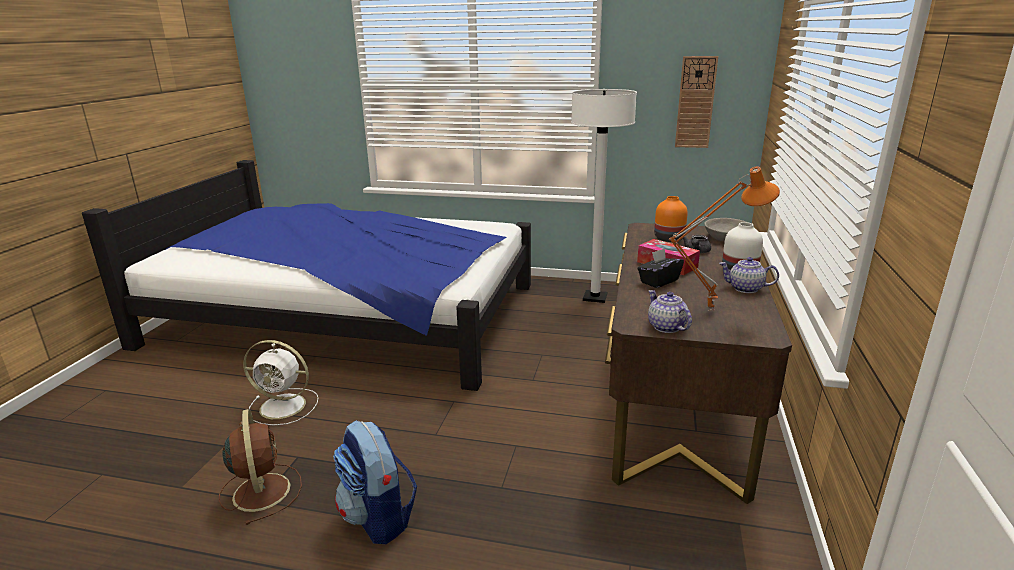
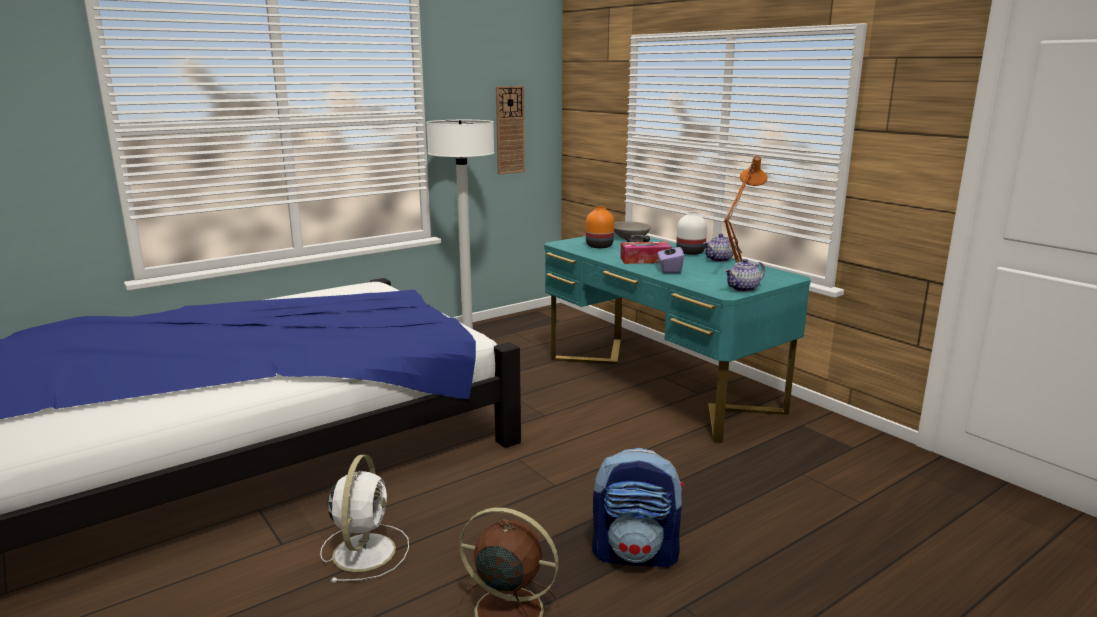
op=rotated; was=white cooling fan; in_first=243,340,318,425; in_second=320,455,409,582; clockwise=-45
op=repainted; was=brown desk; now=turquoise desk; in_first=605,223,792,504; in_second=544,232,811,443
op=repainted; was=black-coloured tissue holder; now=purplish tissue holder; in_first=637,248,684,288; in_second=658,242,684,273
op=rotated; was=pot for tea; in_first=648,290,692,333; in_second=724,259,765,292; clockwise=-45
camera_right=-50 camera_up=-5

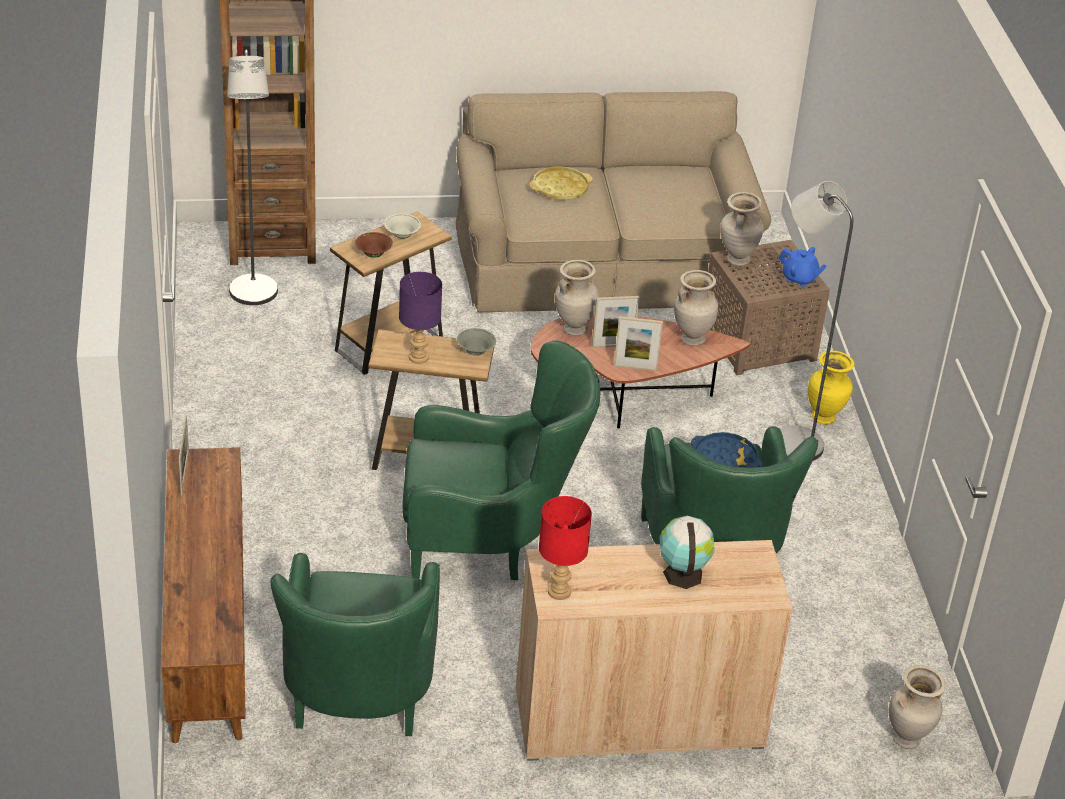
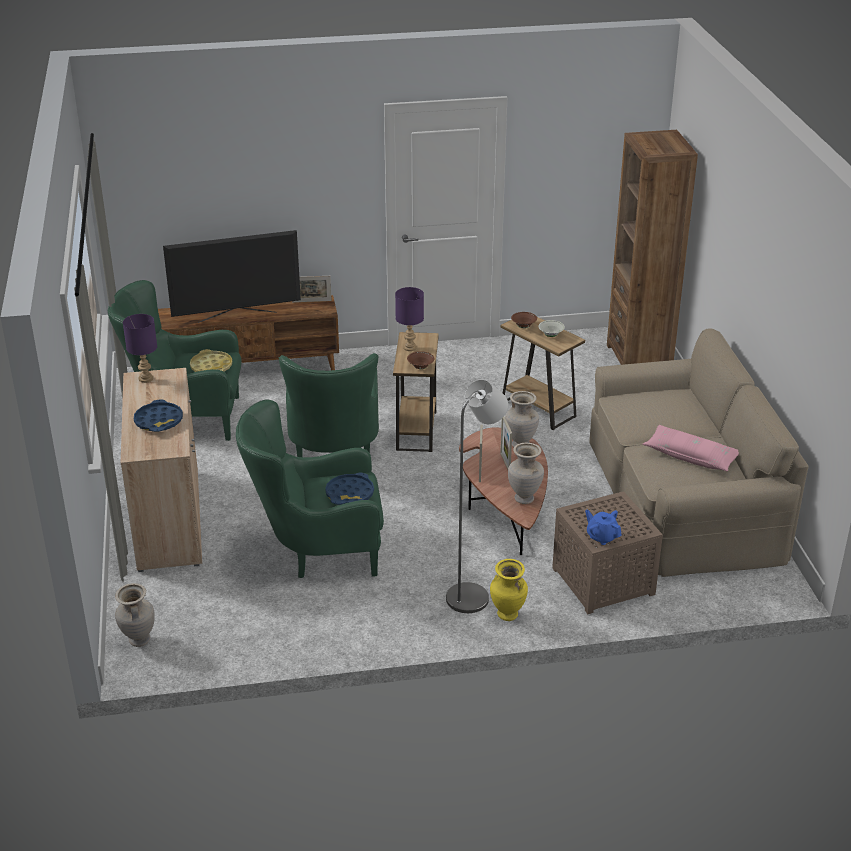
op=gone; was=gray standard lamp; in_first=227,50,278,305
op=repainted; was=gray bowl; now=brown bowl; in_first=457,328,496,356; in_second=407,351,434,369
op=shifted; was=yellow serving tray; in_first=529,166,593,200; in_second=190,349,232,372
op=repainted; was=red lamp for a table; now=purplish lamp for a table; in_first=539,496,592,600; in_second=123,314,157,383
op=swapped; was=world globe; now=blue-coloured serving tray; in_first=659,516,715,589; in_second=134,400,183,432
op=gone; was=sand-coloured flower vase; in_first=720,192,764,266
op=rotated; was=blue-coloured pot for tea; in_first=779,247,827,287; in_second=585,510,622,545; clockwise=105
op=new; now=television; in_second=163,230,301,323
op=new; now=pinkish cushion; in_second=642,425,739,471
camera_right=90 camera_up=-5

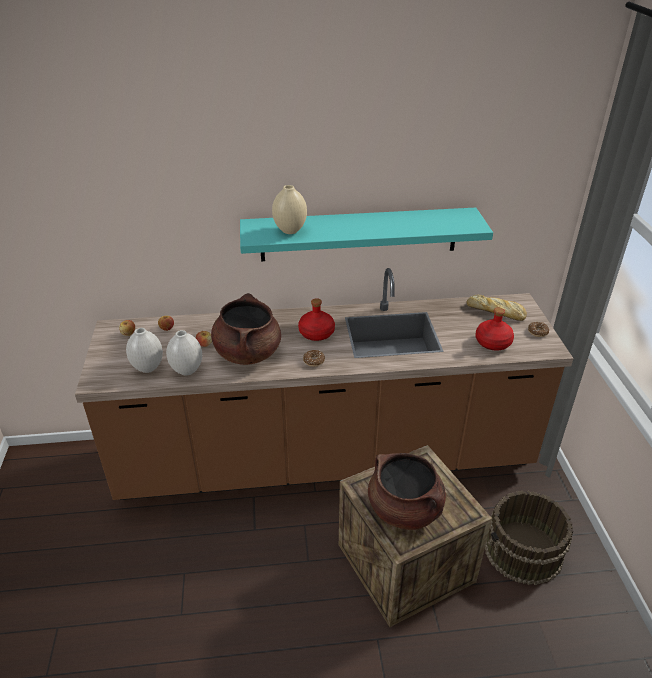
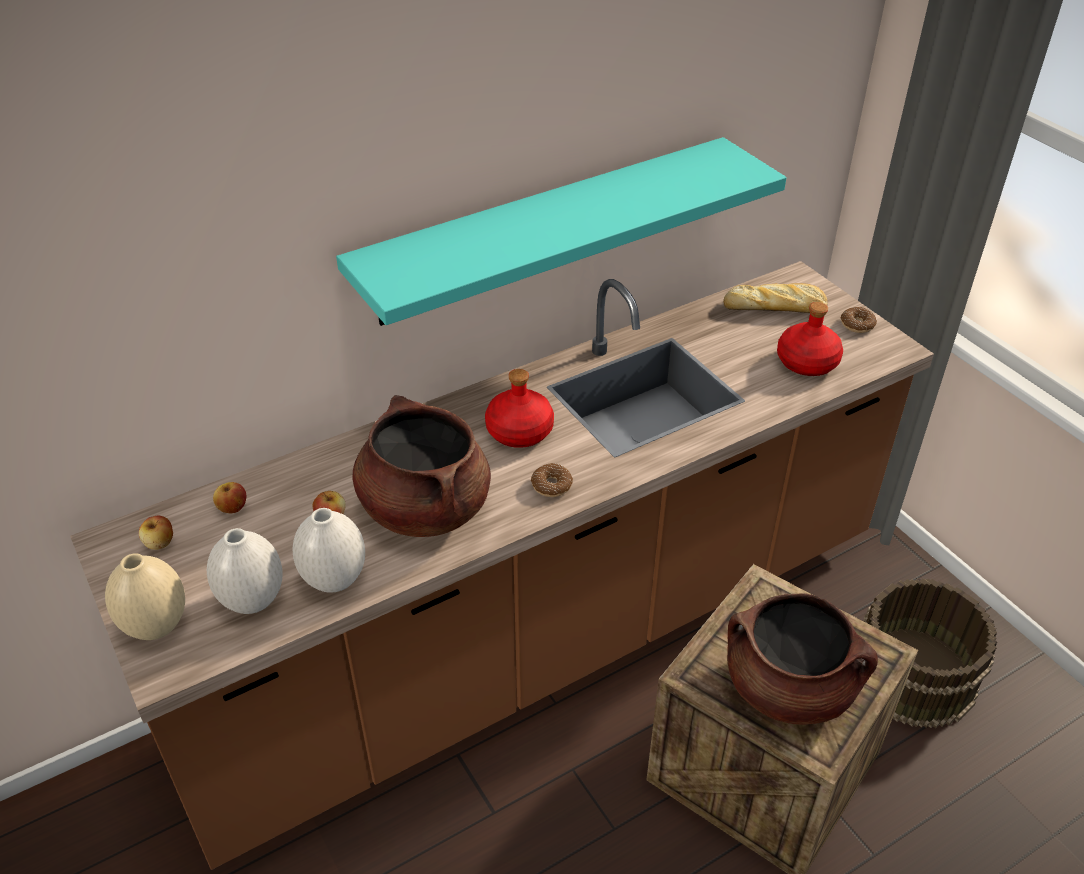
op=shifted; was=sand-coloured flower vase; in_first=272,185,307,234; in_second=105,553,185,640
camera_right=-25 camera_up=5

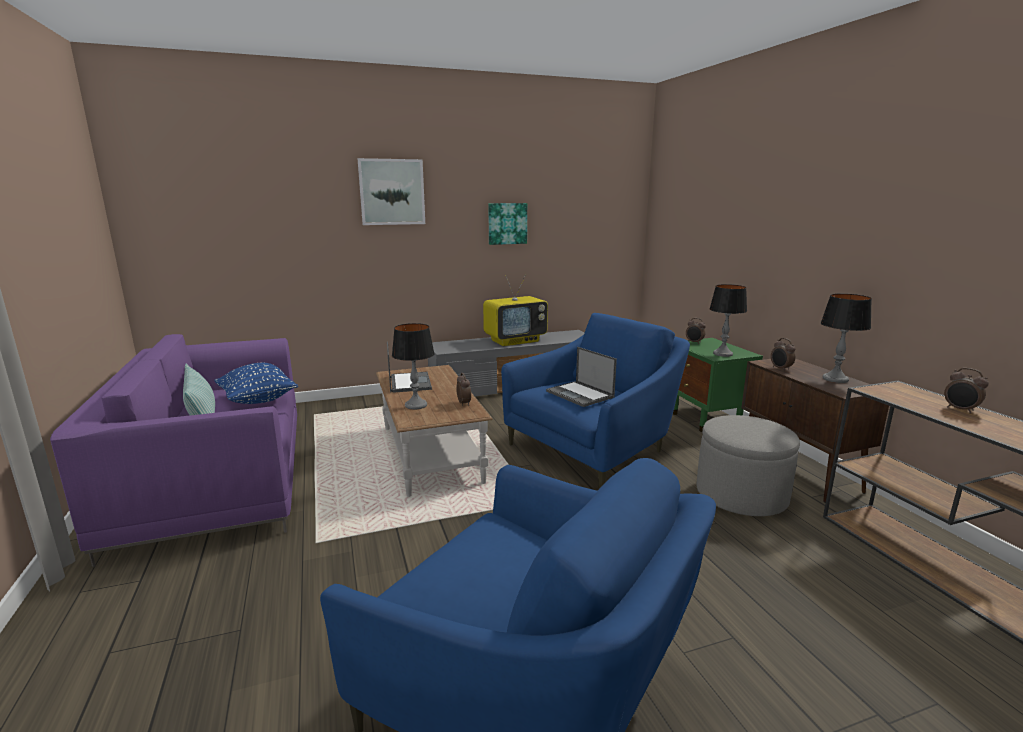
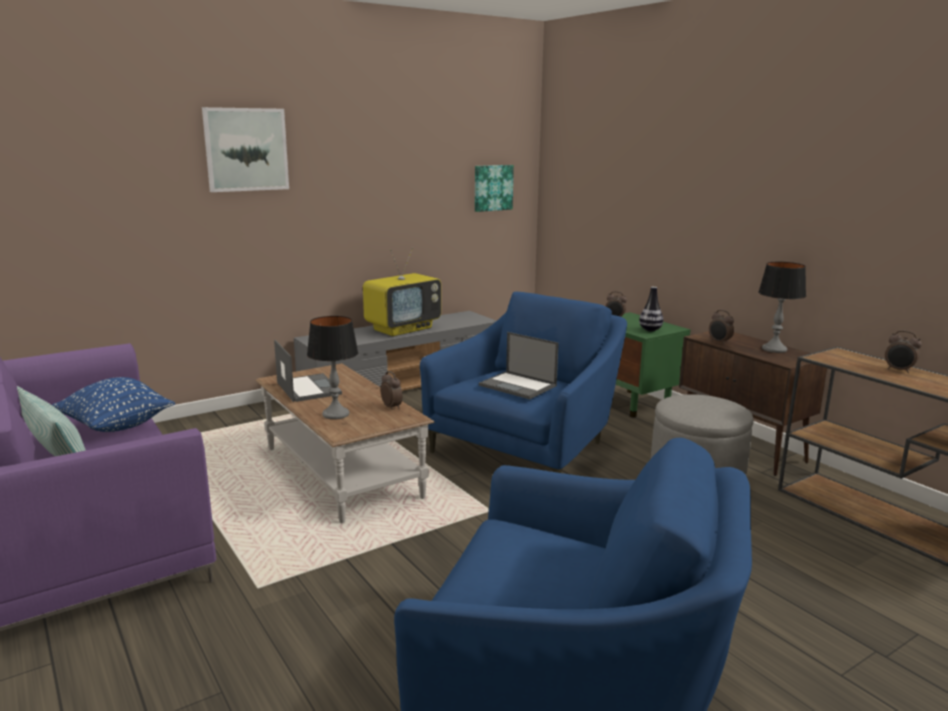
op=shifted; was=wall art; in_first=488,203,527,245; in_second=475,165,514,212
op=swapped; was=lamp for a table; now=flower vase; in_first=709,284,747,357; in_second=639,287,664,332
camera_right=-15 camera_up=0

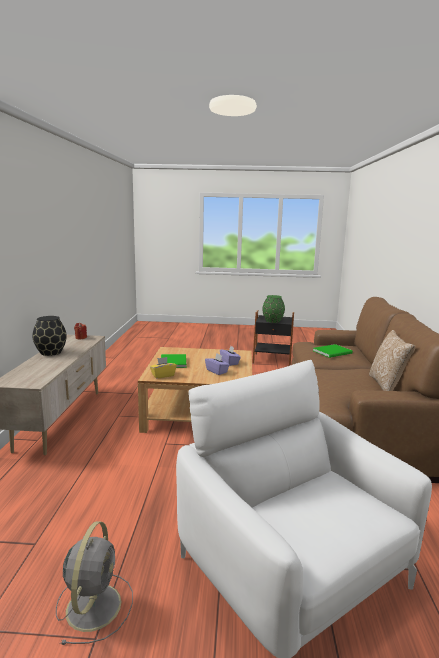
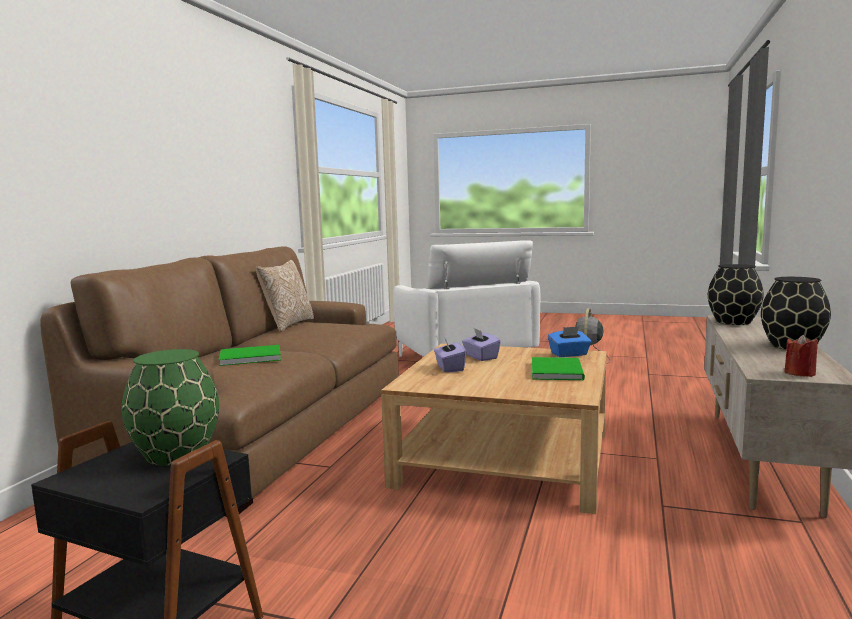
op=repainted; was=yellow tissue holder; now=blue-coloured tissue holder; in_first=150,357,177,379; in_second=548,327,591,357
op=new; now=black-coloured flower vase; in_second=708,264,764,325
camera_right=-165 camera_up=-5

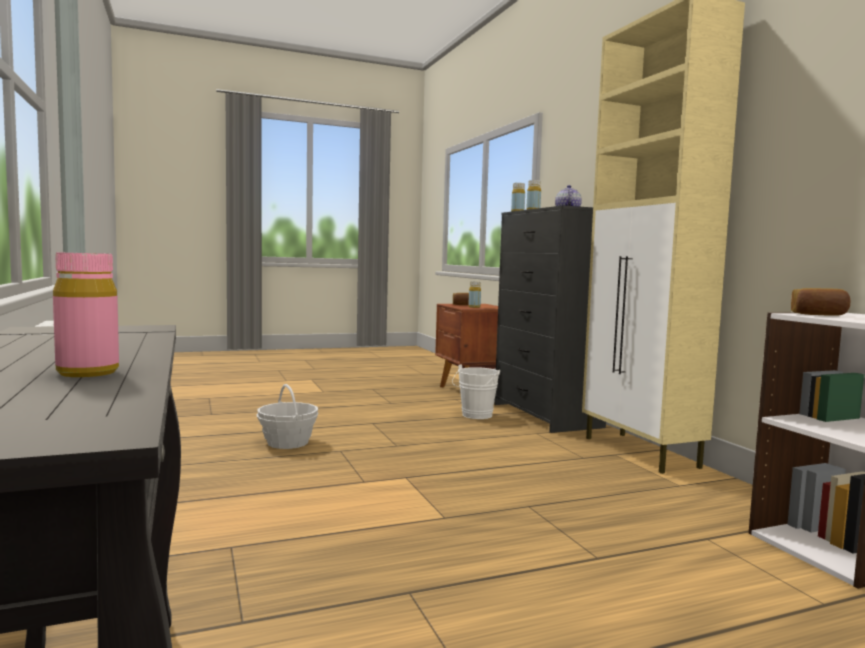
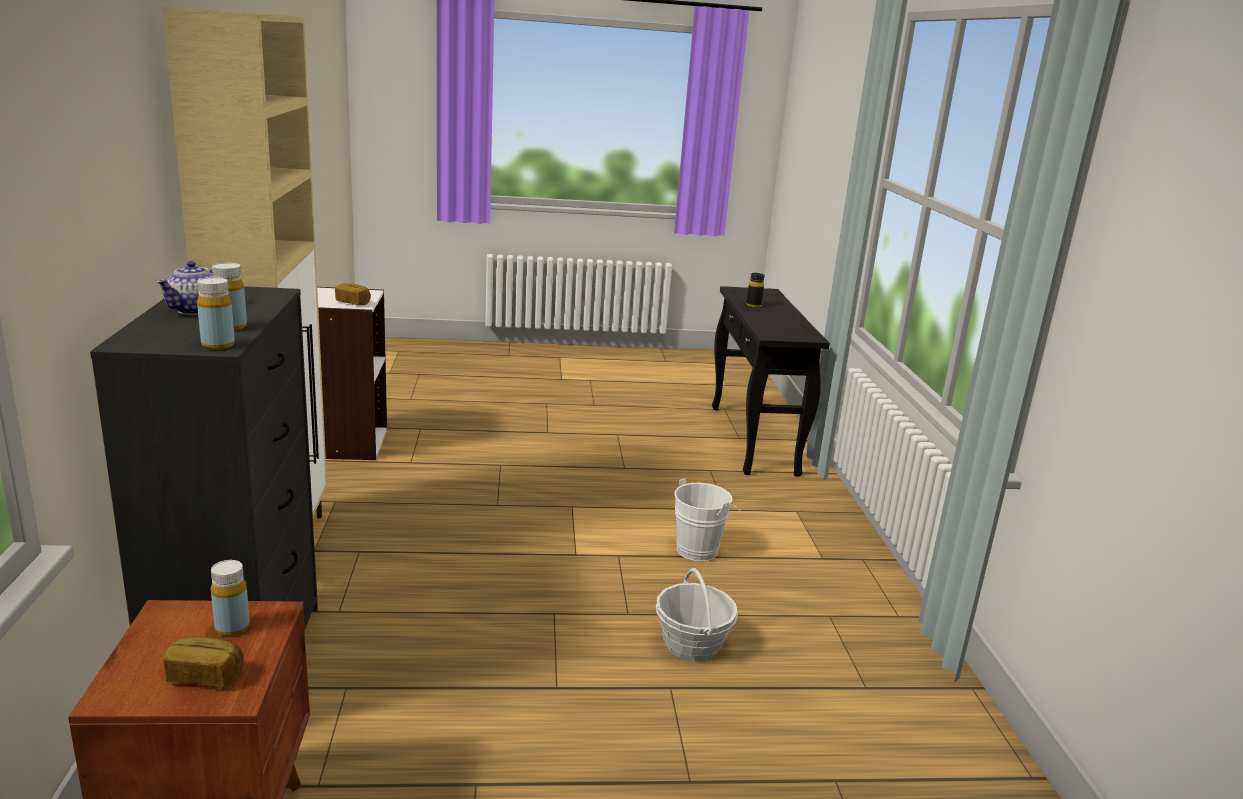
op=repainted; was=pinkish beverage bottle; now=black-coloured beverage bottle; in_first=53,253,119,377; in_second=747,273,764,308
op=shifted; was=white pail; in_first=452,364,500,419; in_second=675,478,741,561
camera_right=-165 camera_up=15

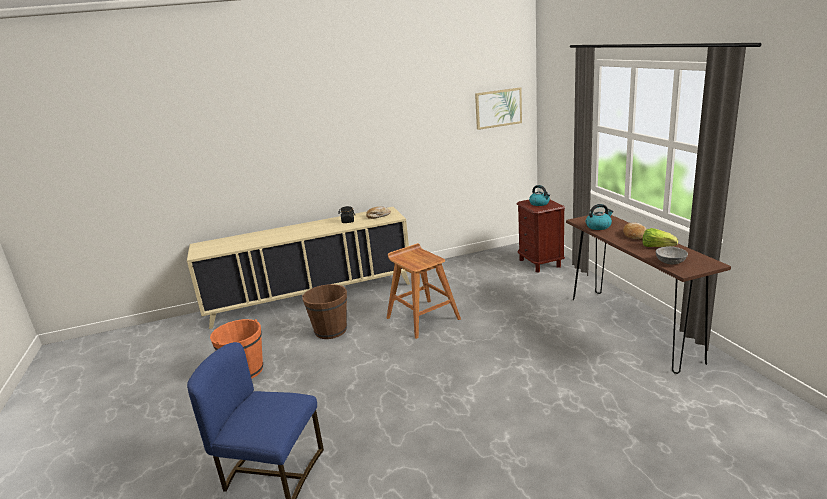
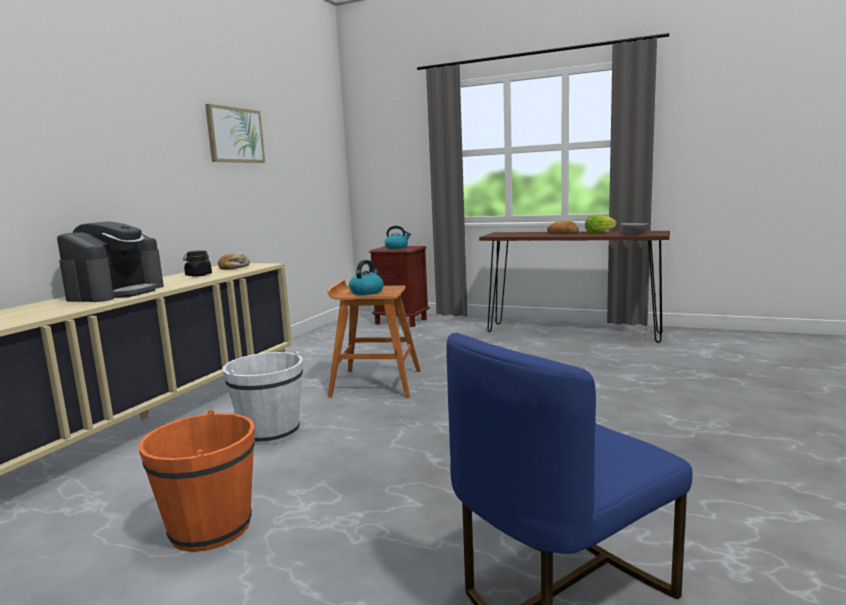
op=repainted; was=brown pail; now=white pail; in_first=302,284,347,339; in_second=222,351,303,445
op=shifted; was=wall art; in_first=475,87,522,130; in_second=205,104,265,163
op=shifted; was=tea kettle; in_first=586,204,613,230; in_second=349,260,384,295
op=new; now=coffee brewer; in_second=57,221,164,302
camera_right=-50 camera_up=-10

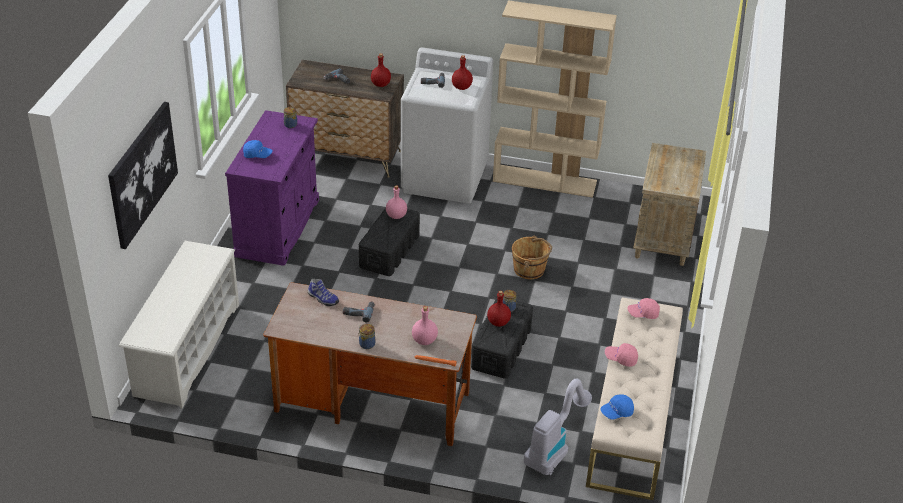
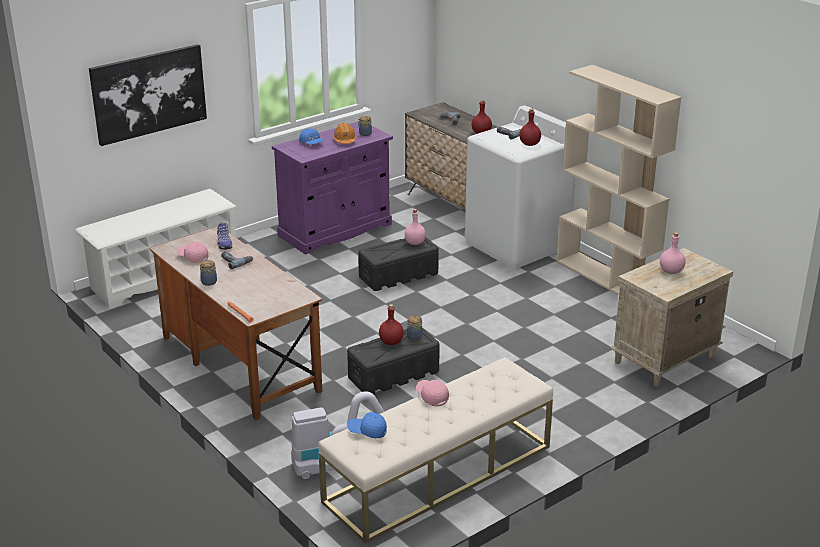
op=shifted; was=pinkish beverage bottle; in_first=412,306,438,345; in_second=660,232,685,274
op=gone; was=brown pail; in_first=512,236,552,279
op=shifted; was=pinkish cap; in_first=627,298,660,319; in_second=177,242,208,263
op=new; now=orange-coloured hard hat; in_second=333,123,357,144
camera_right=40 camera_up=-10

